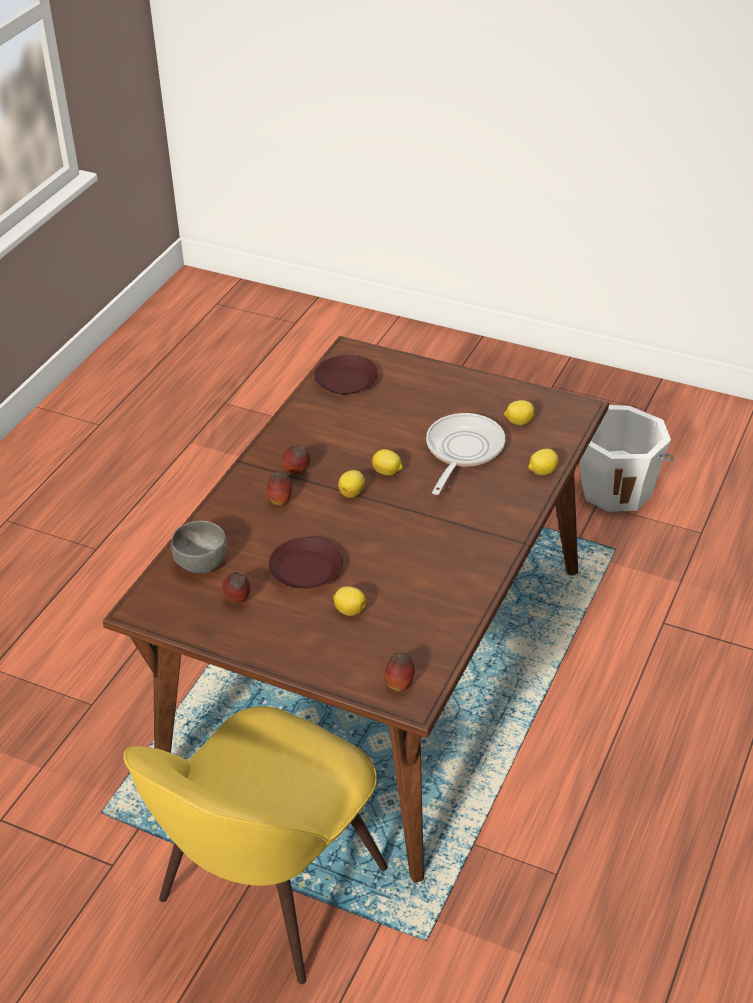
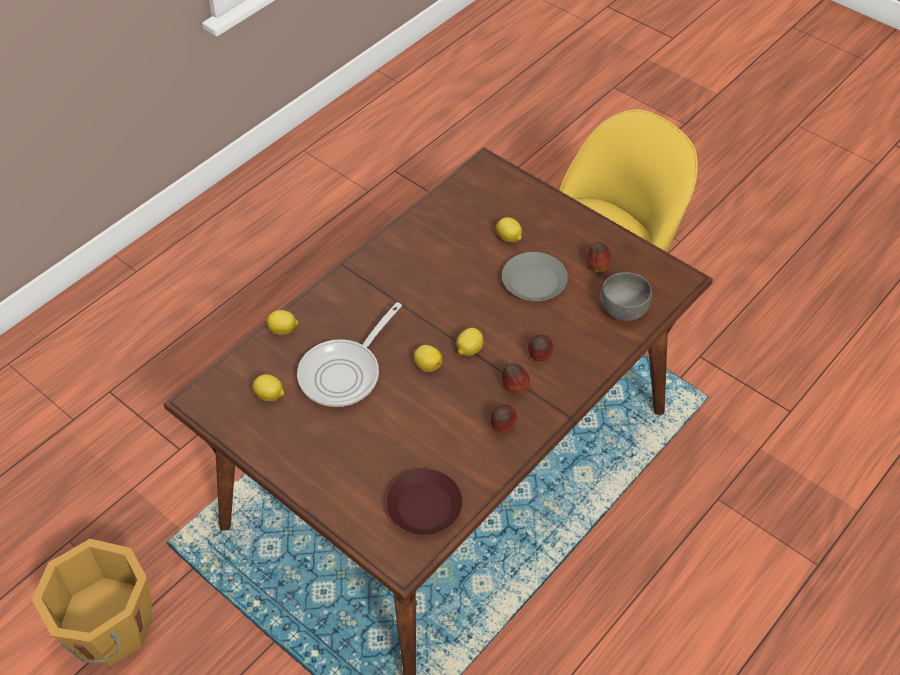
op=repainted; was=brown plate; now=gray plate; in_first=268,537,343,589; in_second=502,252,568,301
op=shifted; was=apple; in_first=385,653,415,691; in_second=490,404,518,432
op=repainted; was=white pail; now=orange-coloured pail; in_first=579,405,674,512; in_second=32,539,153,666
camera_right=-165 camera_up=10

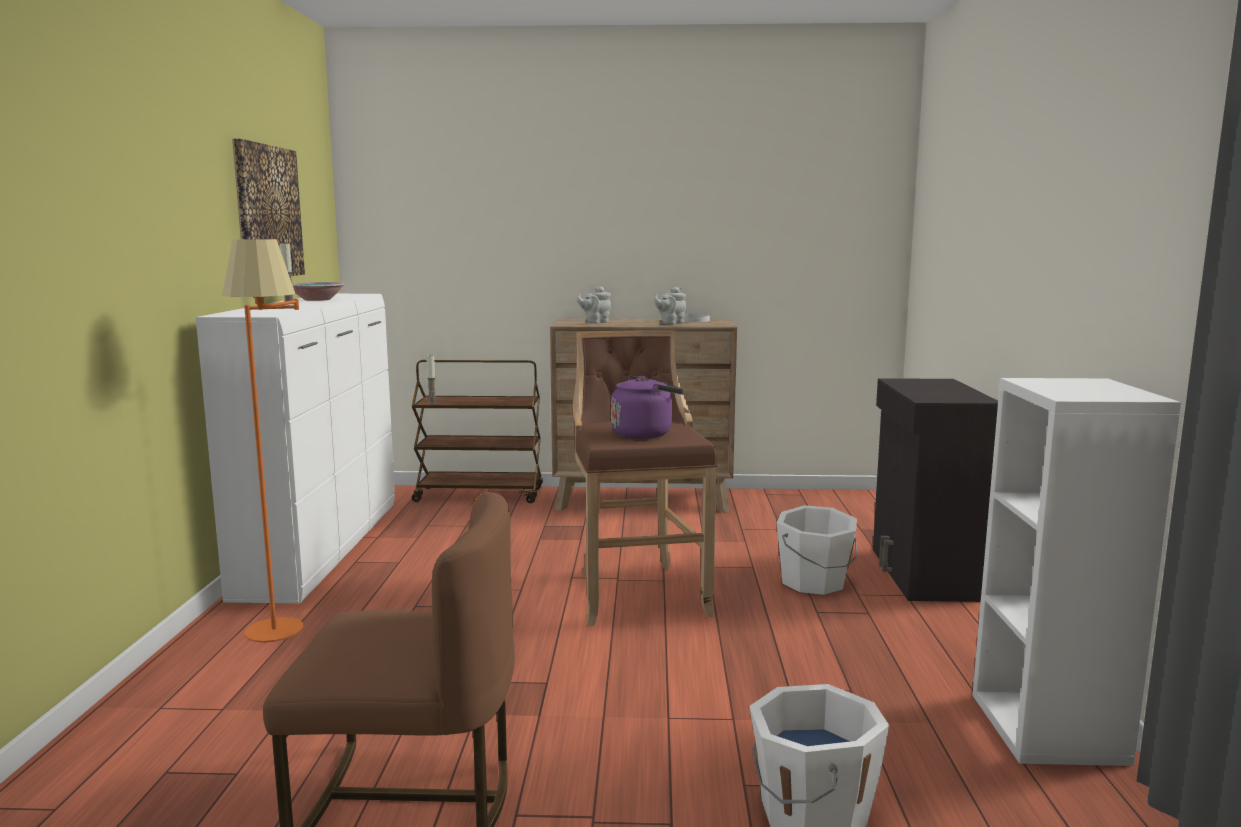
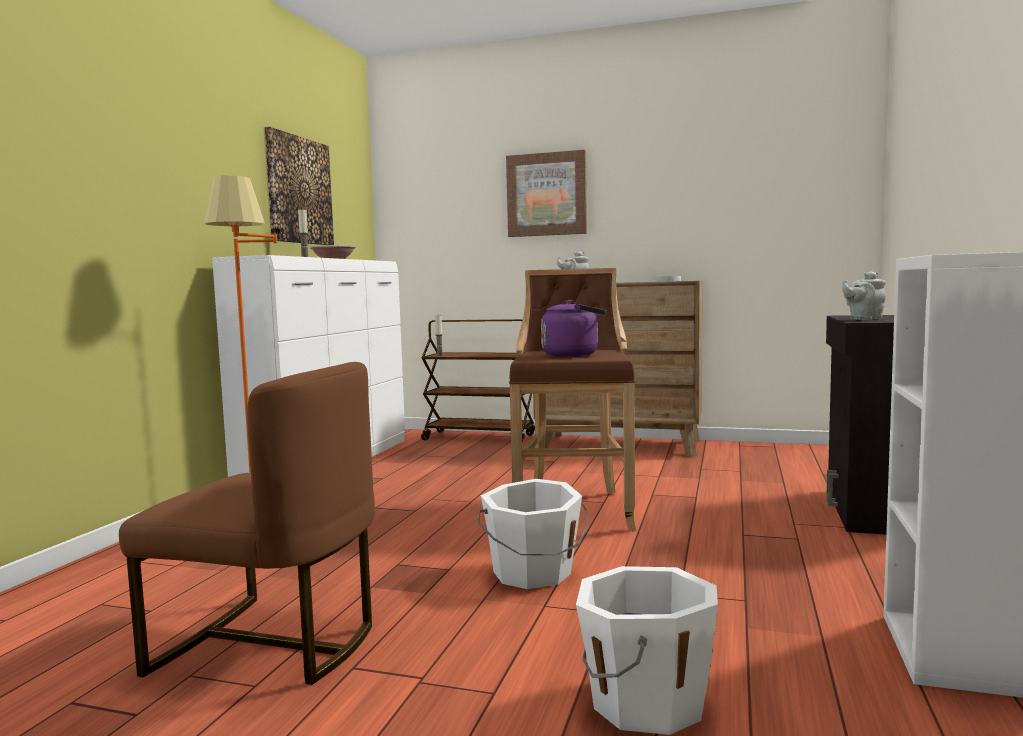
op=shifted; was=gray pot for tea; in_first=654,287,686,324; in_second=842,271,886,320
op=shifted; was=white pail; in_first=777,505,857,595; in_second=477,479,588,589
op=new; now=wall art; in_second=506,150,587,237
camera_right=15 camera_up=-5

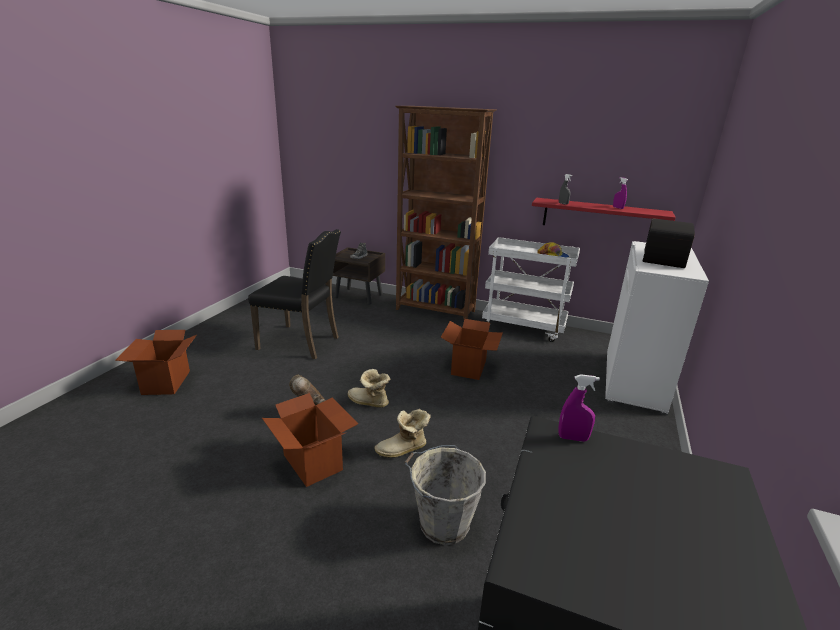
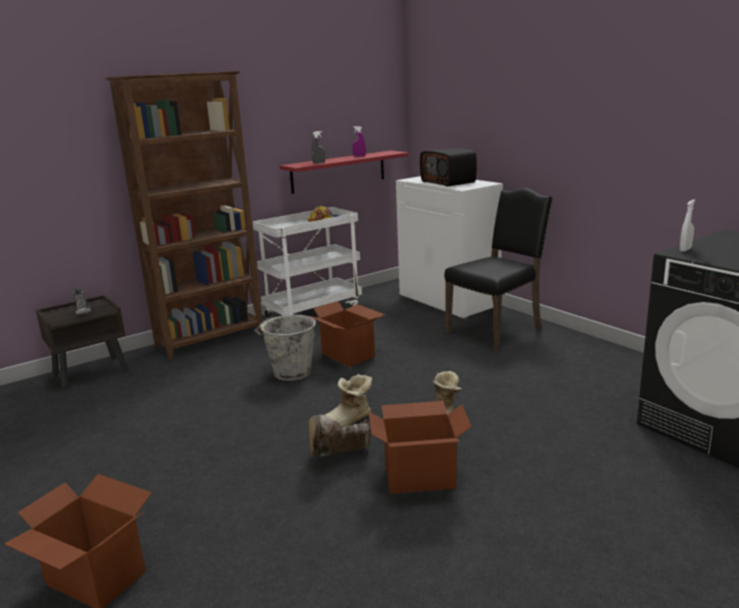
op=shifted; was=black-coloured plain chair; in_first=248,229,341,359; in_second=444,188,553,351
op=shifted; was=gray pail; in_first=404,445,486,545; in_second=254,315,316,381
op=repainted; was=purplish hand sprayer; now=white hand sprayer; in_first=558,374,600,442; in_second=680,199,695,252
camera_right=-55 camera_up=-5

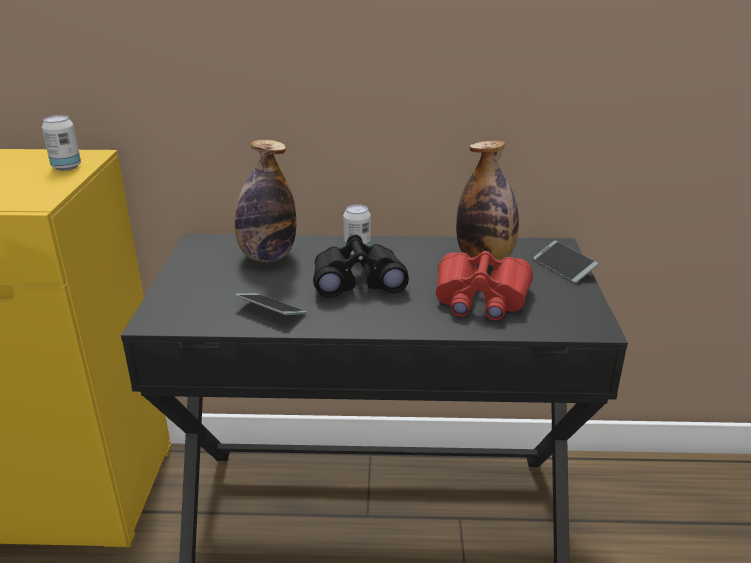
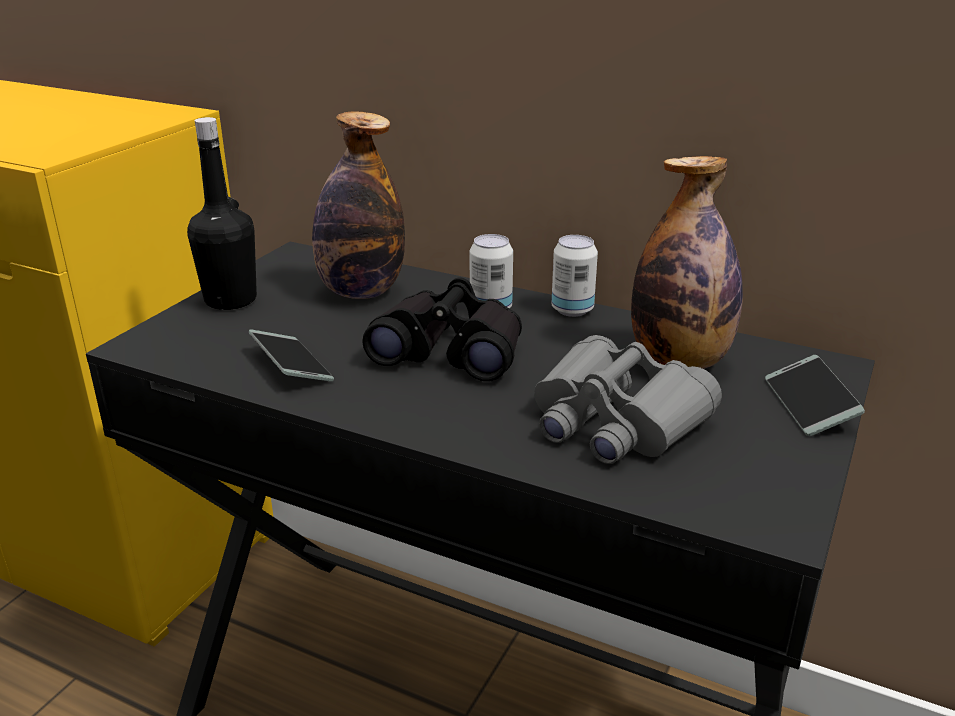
op=shifted; was=can; in_first=42,115,81,171; in_second=551,235,598,317
op=repainted; was=red pair of binoculars; now=gray pair of binoculars; in_first=436,251,533,320; in_second=534,335,722,464
op=new; now=black-coloured beverage bottle; in_second=187,117,257,310
camera_right=25 camera_up=0

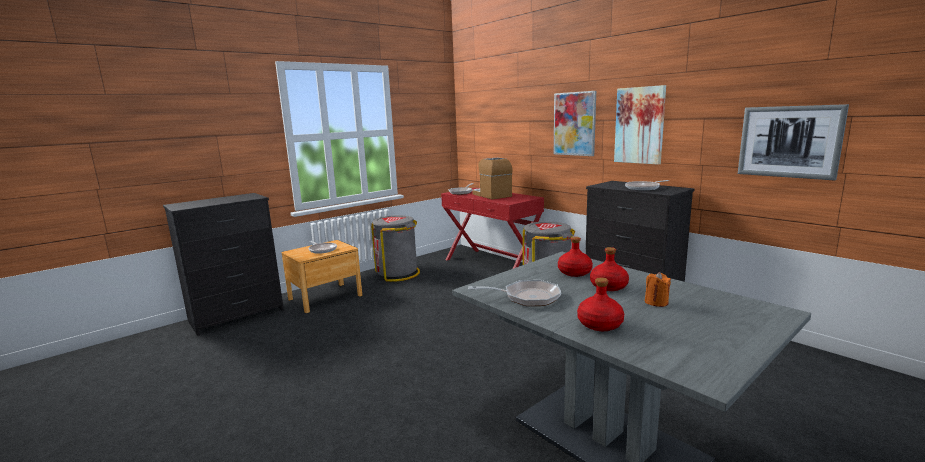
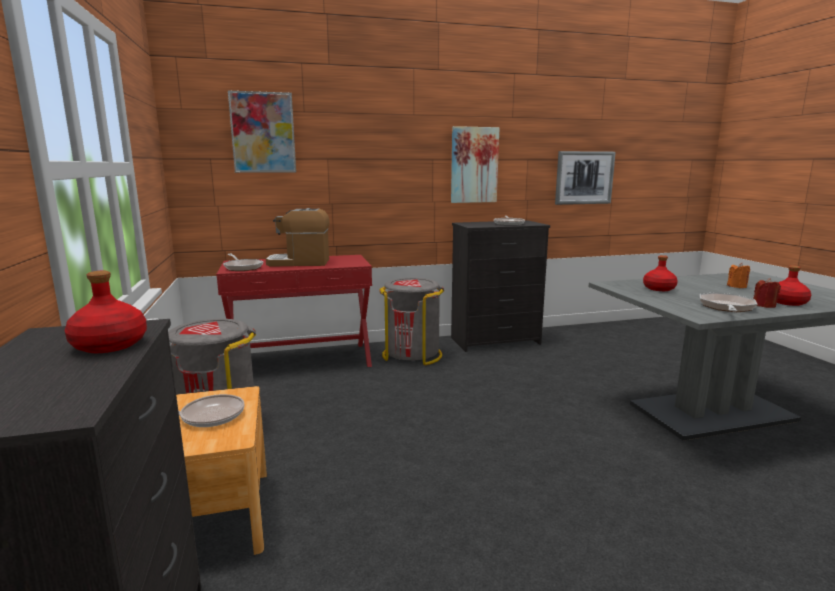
op=shifted; was=wall art; in_first=554,91,596,156; in_second=228,91,296,173
op=shifted; was=red beverage bottle; in_first=590,247,629,291; in_second=65,271,147,353
op=new; now=red candle; in_second=753,278,781,308
camera_right=-65 camera_up=0

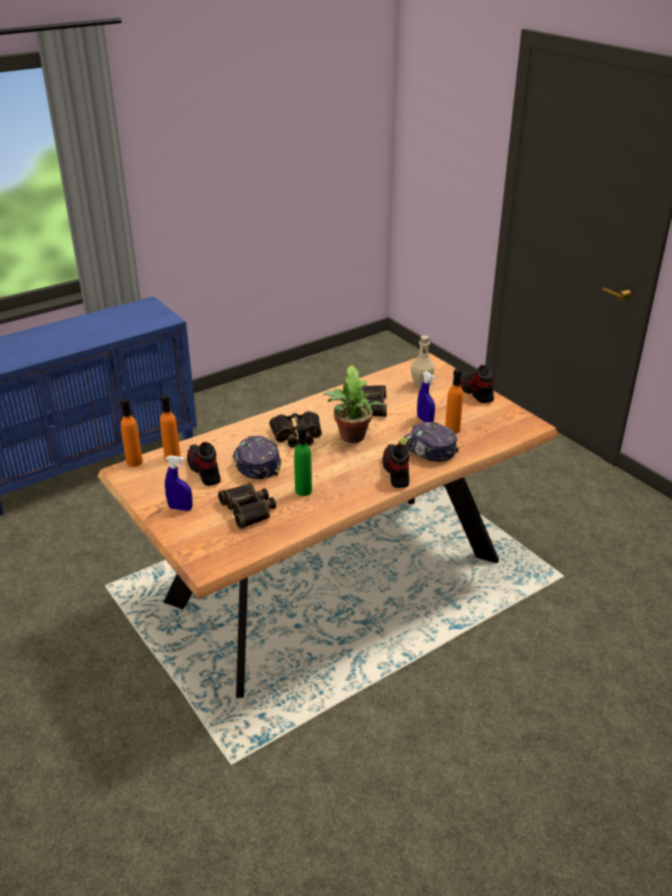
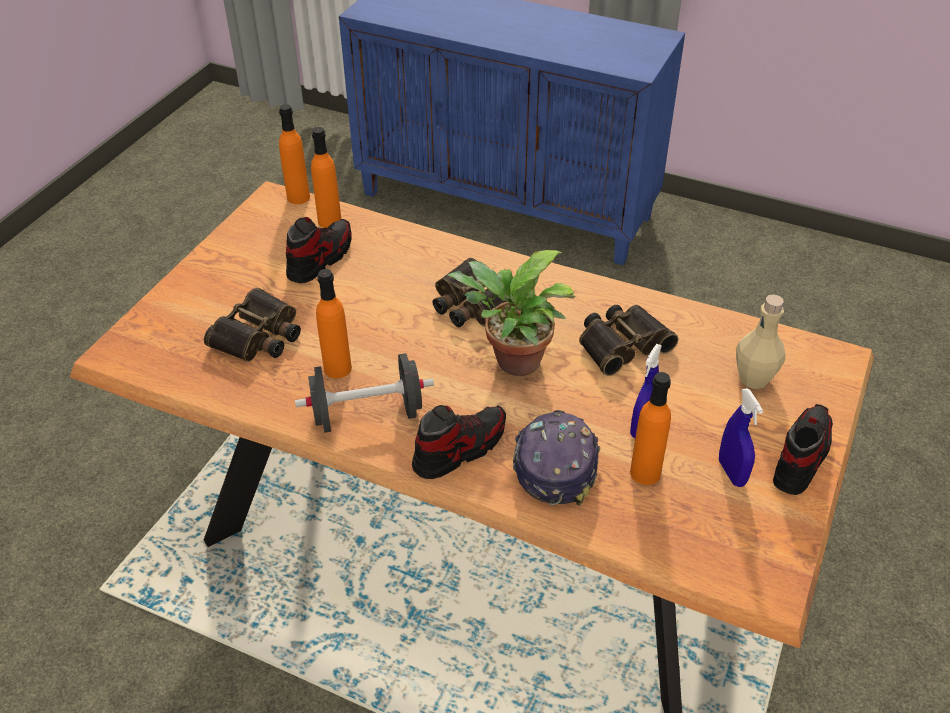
op=shifted; was=blue-coloured hand sprayer; in_first=165,455,193,511; in_second=719,388,763,487
op=gone; was=cap; in_first=233,436,281,479
op=repainted; was=green beverage bottle; now=orange-coloured beverage bottle; in_first=294,425,312,496; in_second=316,269,352,378
op=new; now=black-coloured dumbbell; in_second=295,353,434,433
camera_right=60 camera_up=10

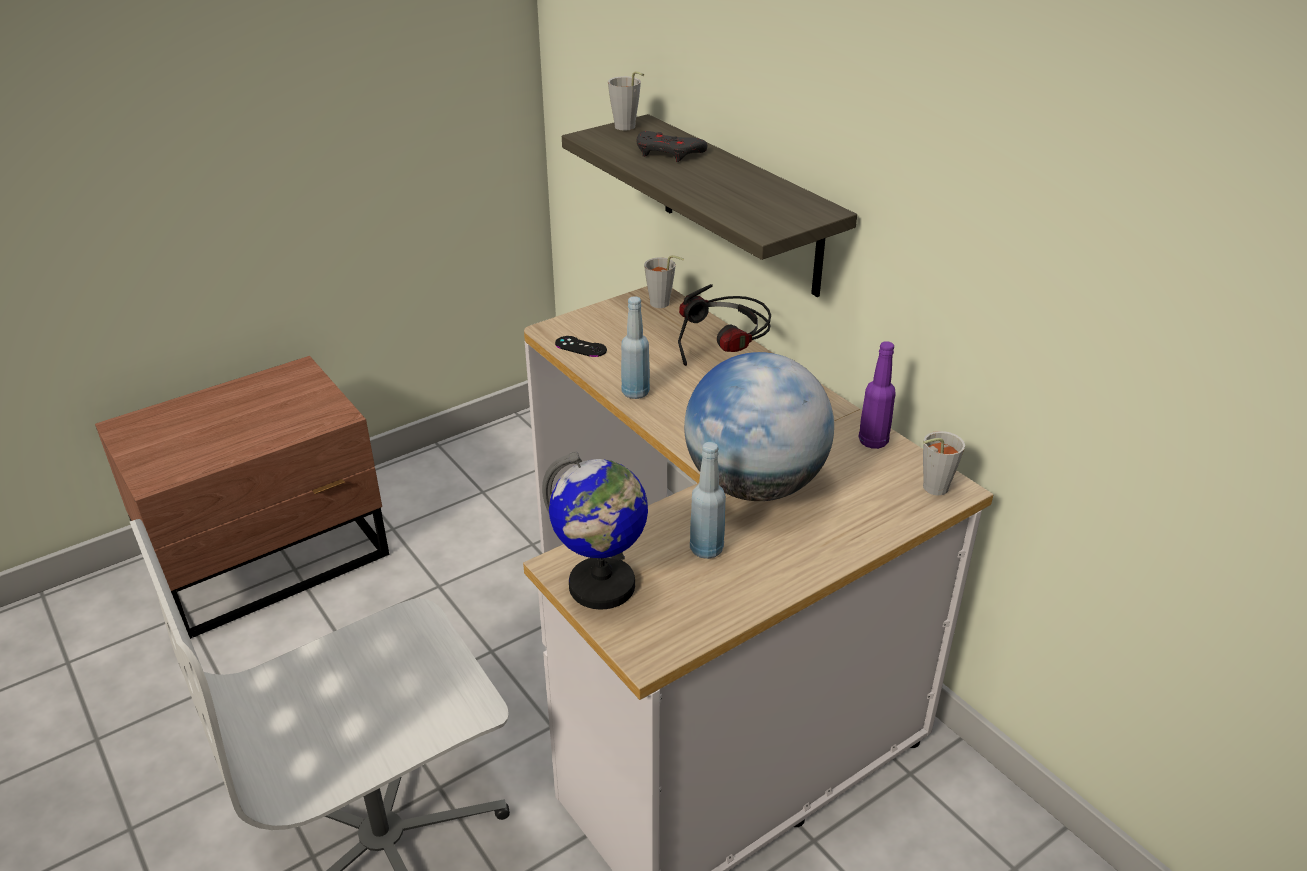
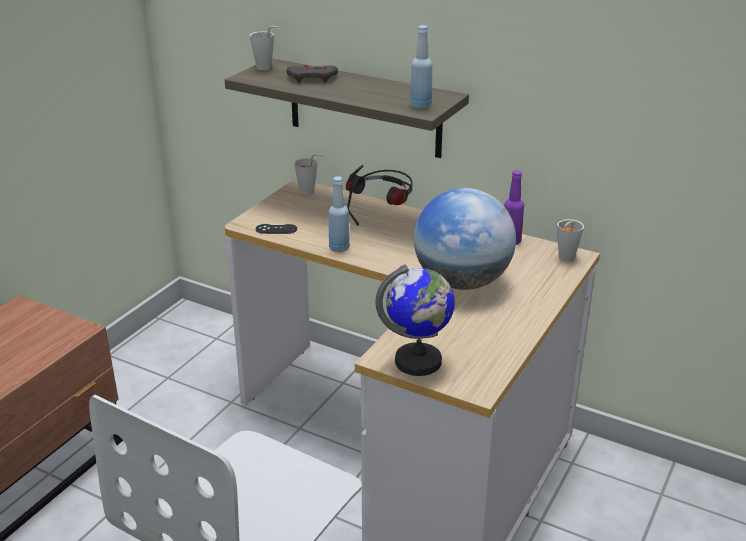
op=shifted; was=blue-coloured beverage bottle; in_first=690,442,726,559; in_second=410,25,432,109
camera_right=-25 camera_up=-5

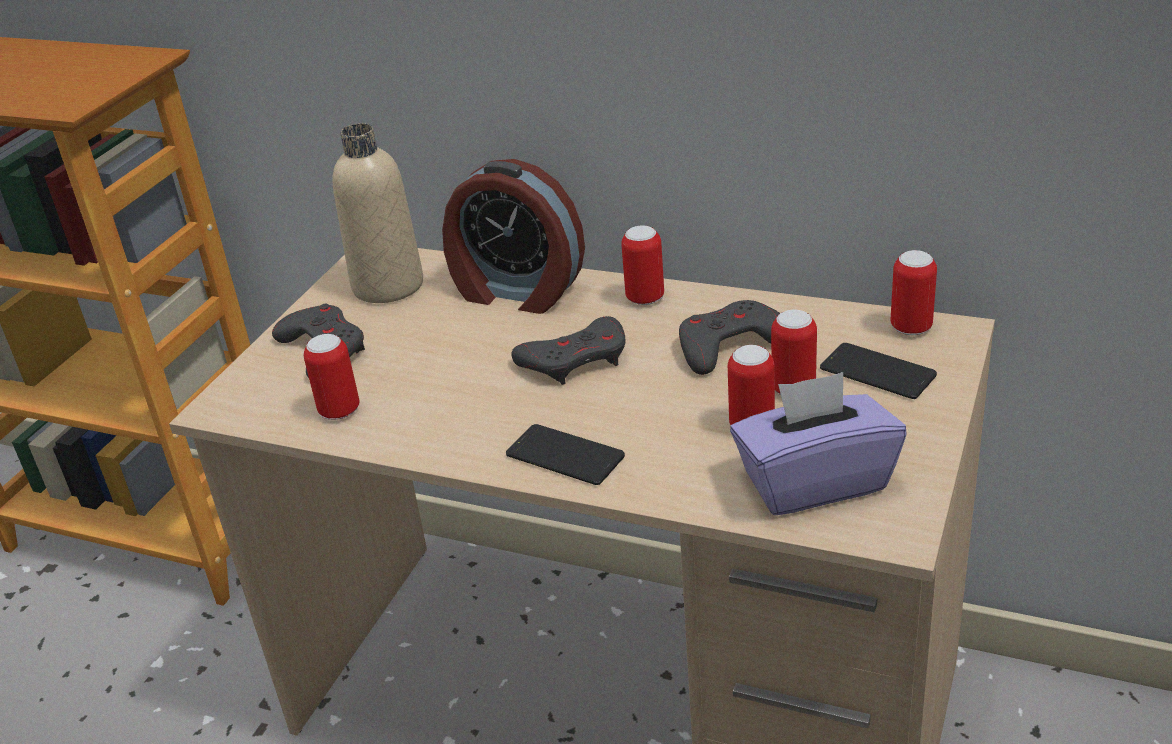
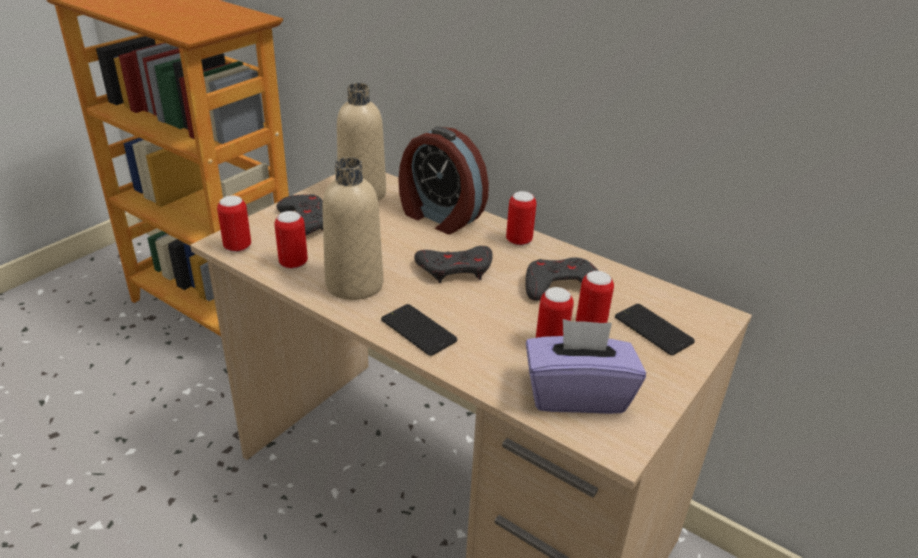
op=shifted; was=can; in_first=891,250,937,335; in_second=217,196,251,252
op=new; now=sand-coloured beverage bottle; in_second=322,157,383,300
camera_right=10 camera_up=0

